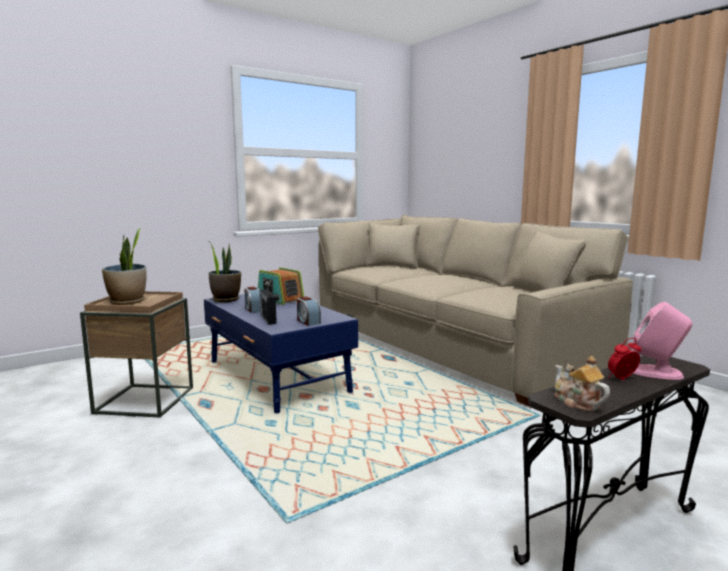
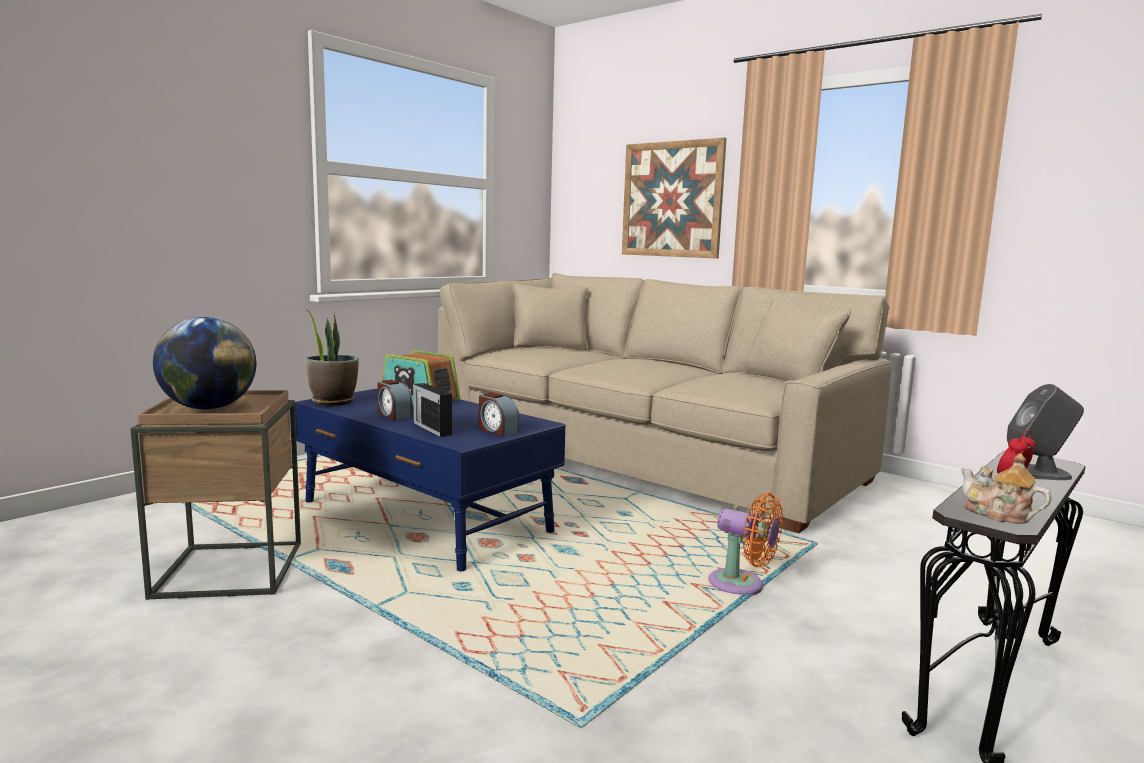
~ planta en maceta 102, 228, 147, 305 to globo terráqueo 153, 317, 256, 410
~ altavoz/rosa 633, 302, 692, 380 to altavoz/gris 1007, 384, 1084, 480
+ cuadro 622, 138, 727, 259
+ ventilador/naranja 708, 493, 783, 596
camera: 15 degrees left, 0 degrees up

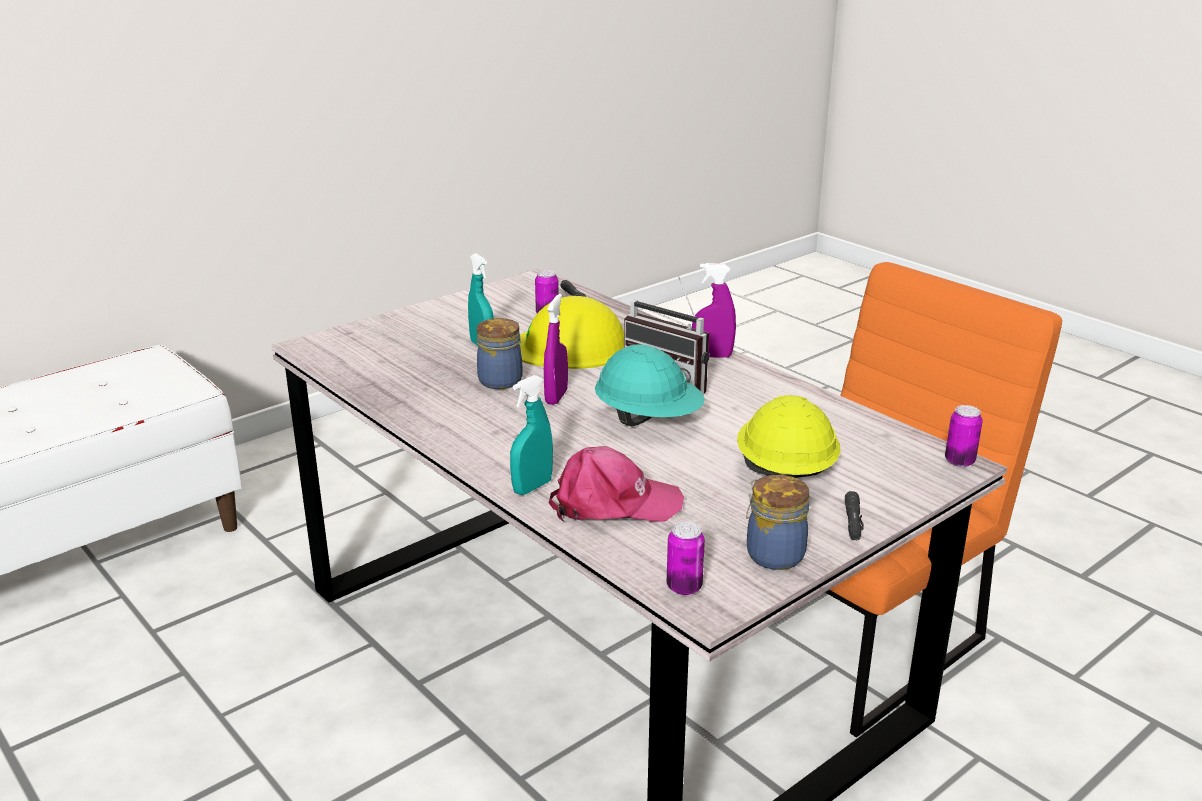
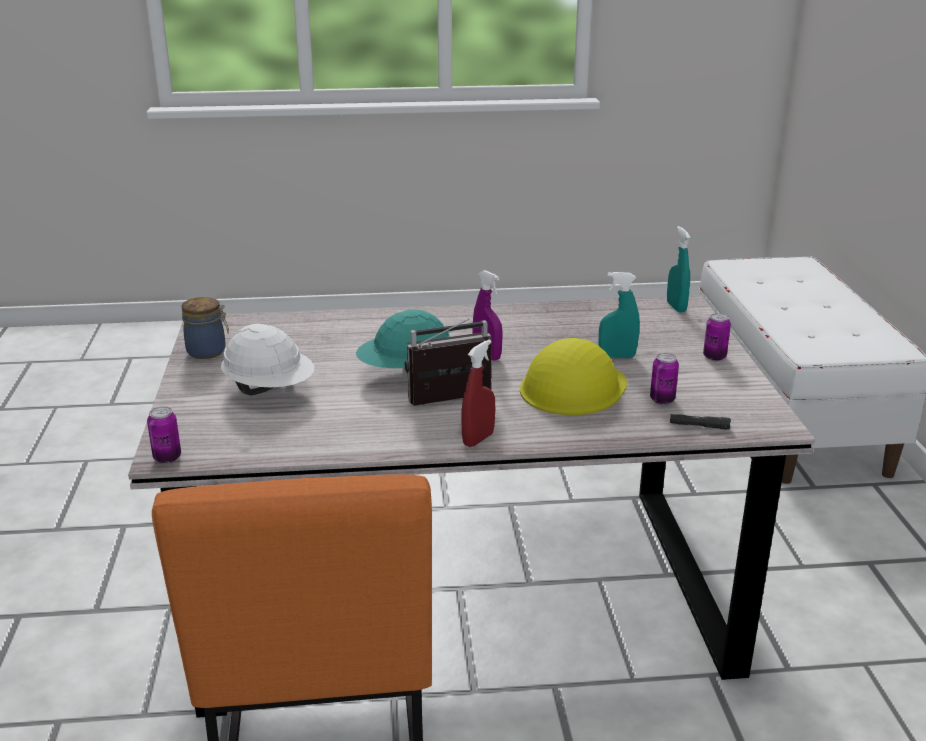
~ pulverizador/morado 692, 263, 736, 358 to pulverizador/rojo 461, 340, 495, 447
- tarro 477, 318, 523, 389
~ pulverizador/turquesa 510, 375, 553, 495 to 667, 226, 690, 313
~ casco/amarillo 737, 395, 841, 478 to casco/blanco 221, 323, 314, 396
- gorra/rosa 549, 446, 684, 522
- linterna/negro 845, 491, 864, 540
~ lata 667, 522, 705, 595 to 703, 313, 731, 361
camera: 125 degrees right, 0 degrees up

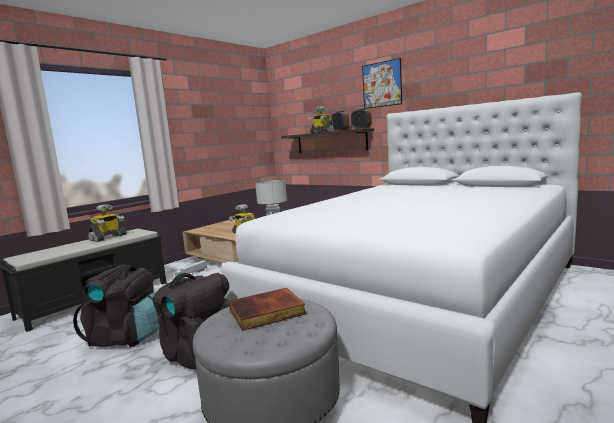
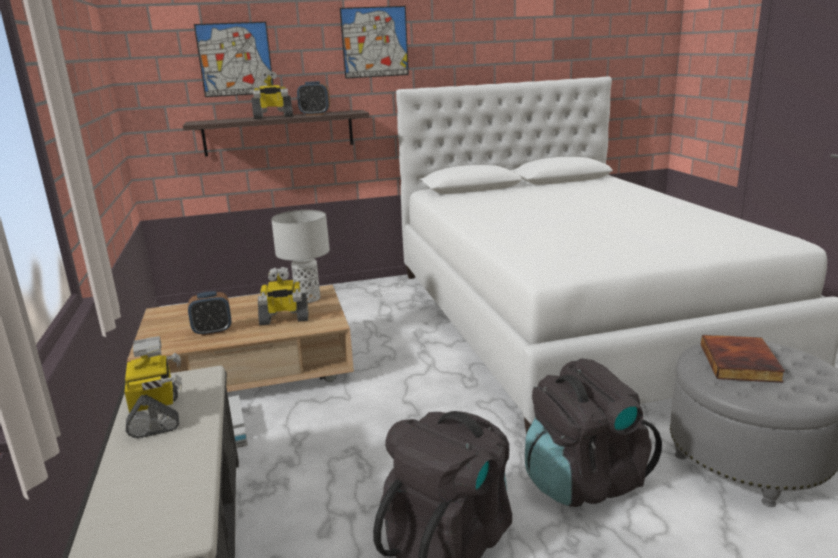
~ despertador 351, 109, 372, 129 to 188, 291, 231, 336
+ cuadro 194, 22, 274, 97
camera: 55 degrees left, 10 degrees up

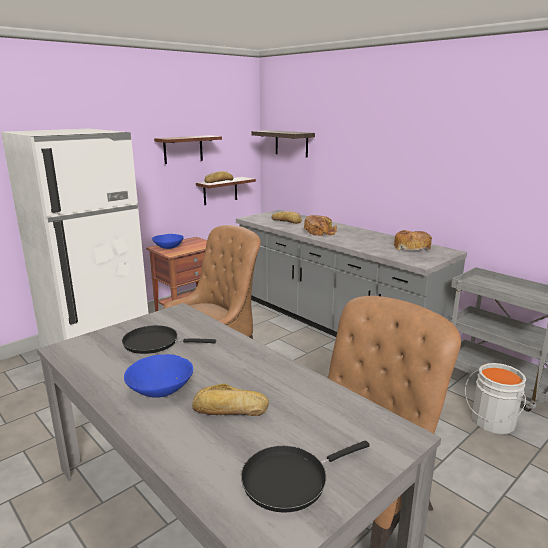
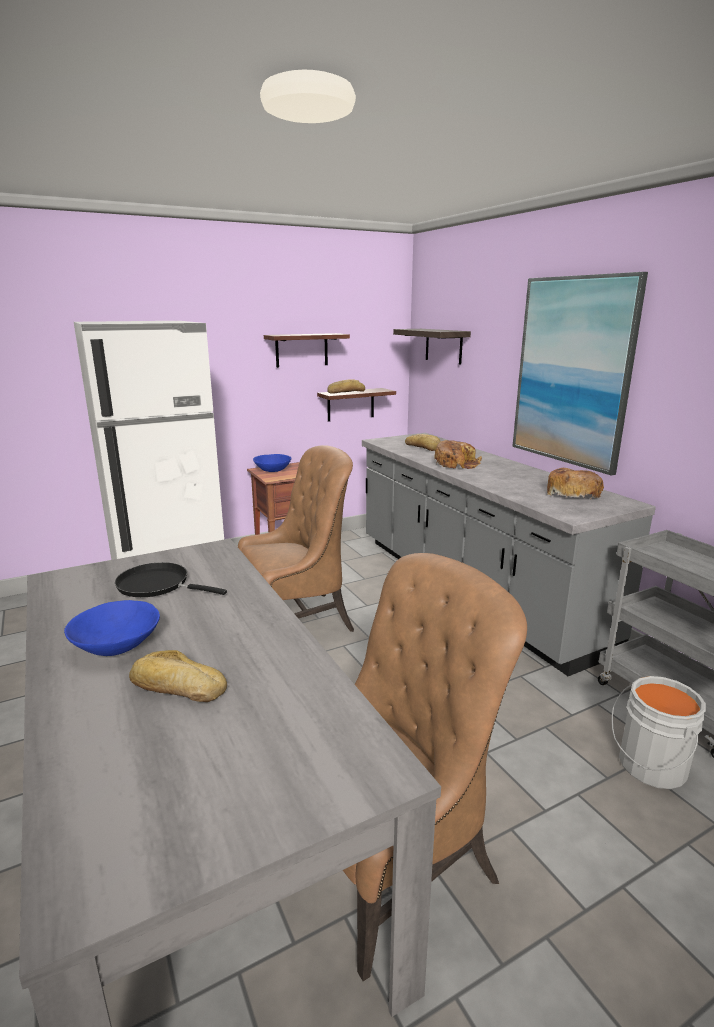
- sartén/negro 241, 440, 370, 513
+ cuadro 512, 272, 648, 475
camera: 15 degrees right, 0 degrees up

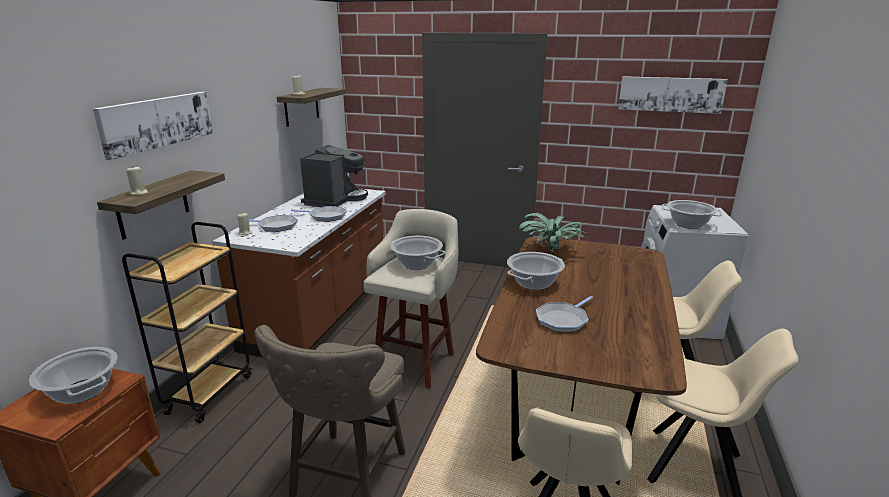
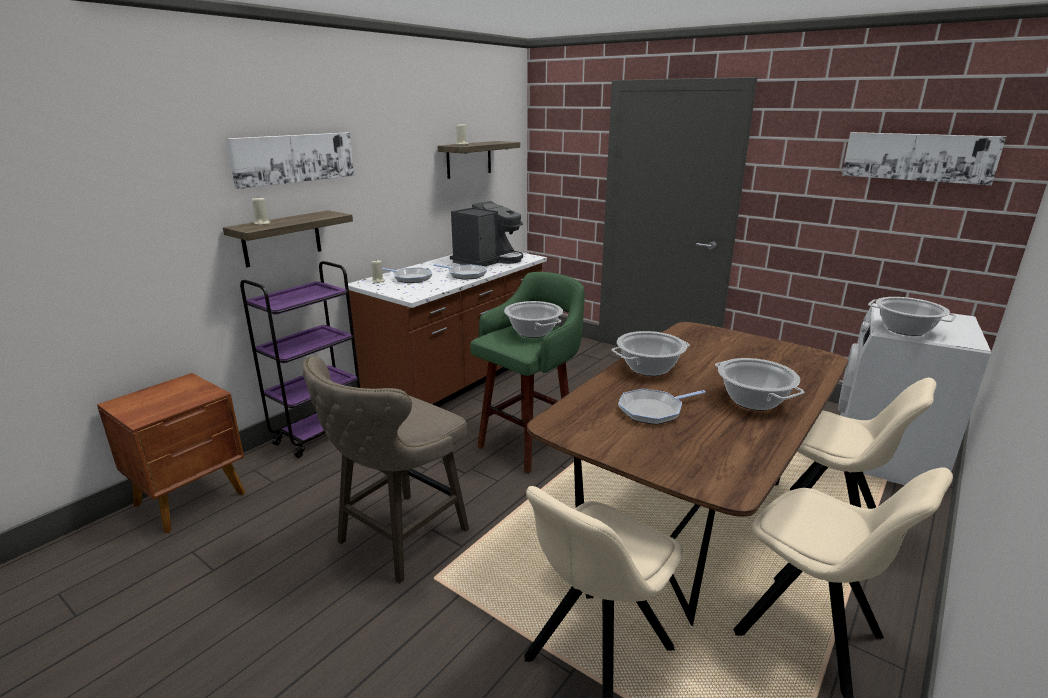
~ taburete/beis 364, 209, 458, 389 to taburete/verde 470, 272, 585, 474
- planta en maceta 519, 213, 589, 254
~ carrito/marrón 122, 222, 253, 423 to carrito/morado 240, 261, 360, 458
~ olla 29, 347, 117, 404 to 715, 358, 805, 410
camera: 20 degrees right, 0 degrees up

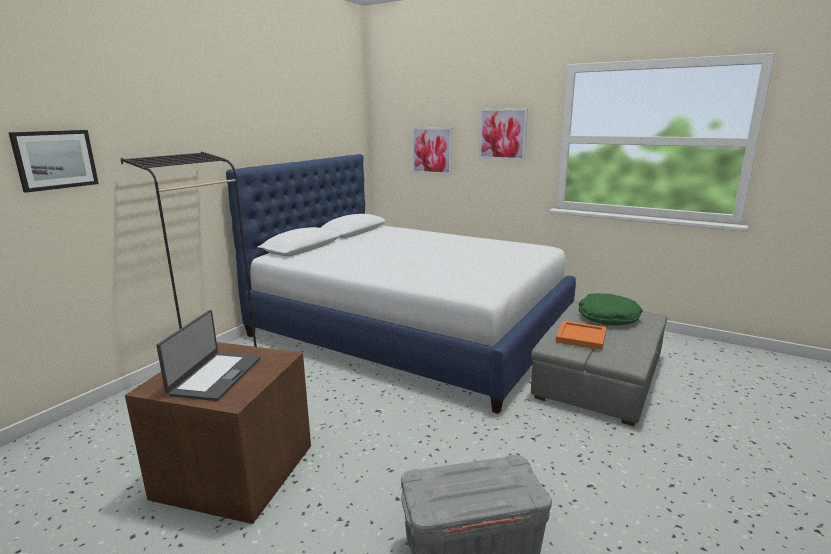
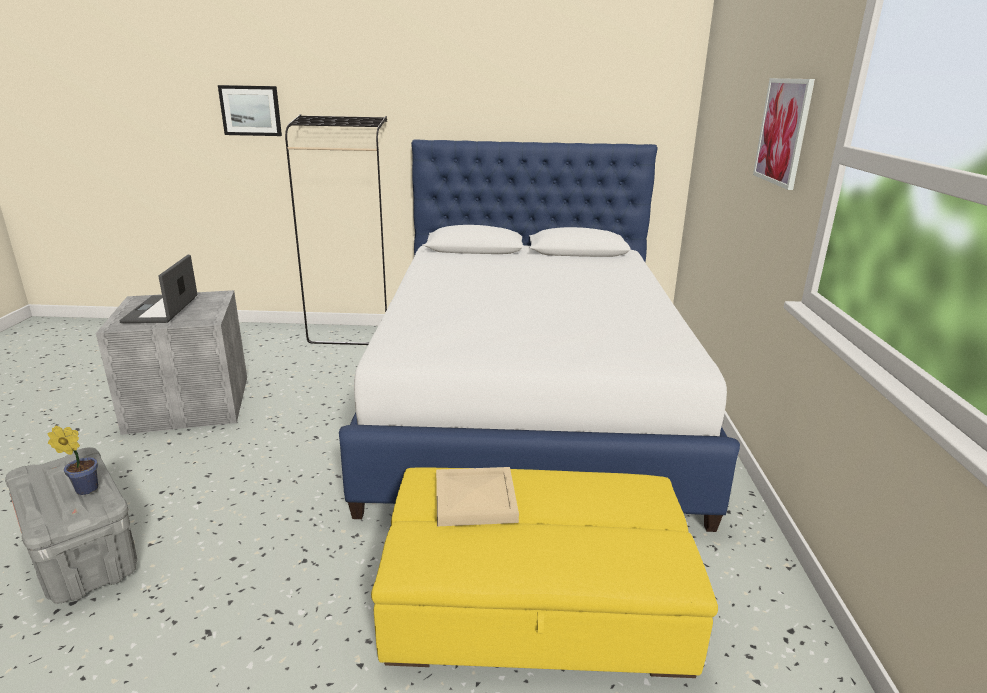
- cuadro 412, 127, 452, 175
- cojín/verde 579, 293, 643, 325
~ puf/gris 531, 300, 667, 426 to puf/amarillo 371, 467, 718, 678
~ portátil 156, 310, 261, 401 = 120, 255, 198, 323 105 degrees clockwise
~ bandeja/naranja 556, 321, 607, 350 to bandeja/beis 436, 467, 519, 527
~ caja de almacenaje/marrón 125, 342, 311, 524 to caja de almacenaje/gris 96, 290, 247, 435
+ planta en maceta 47, 426, 98, 495
camera: 60 degrees right, 5 degrees up

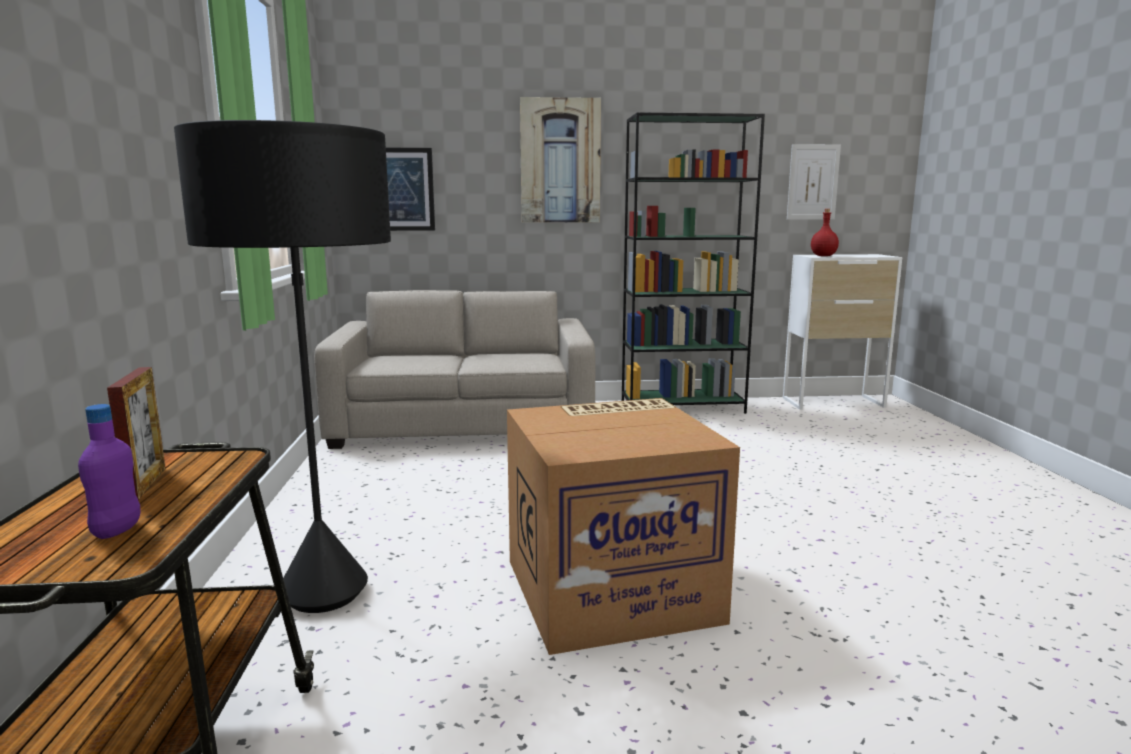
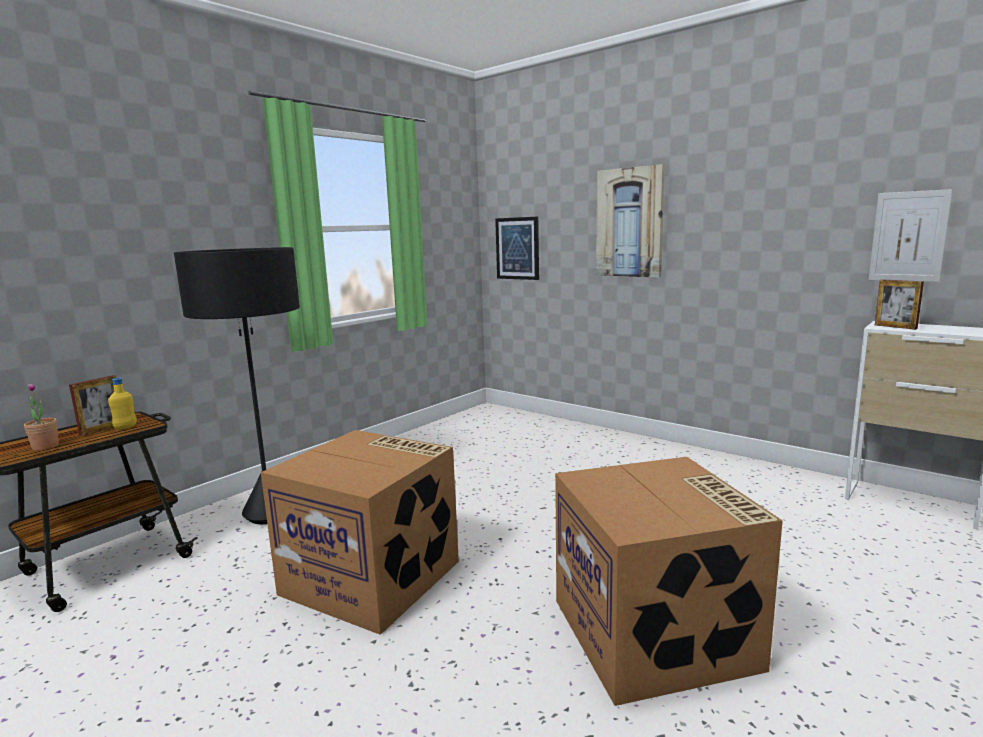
- estantería/verde 622, 112, 765, 414
~ botella/rojo 811, 209, 839, 256 to portarretratos 875, 279, 924, 330
- sofá/beis 314, 290, 595, 449
~ botella/morado 78, 404, 141, 539 to planta en maceta 24, 383, 59, 451
+ botella/amarillo 108, 378, 137, 430
+ caja de cartón 555, 457, 783, 706
camera: 45 degrees right, 0 degrees up

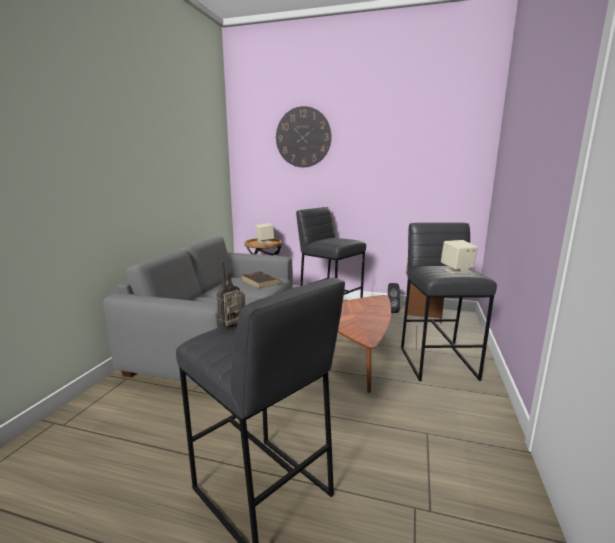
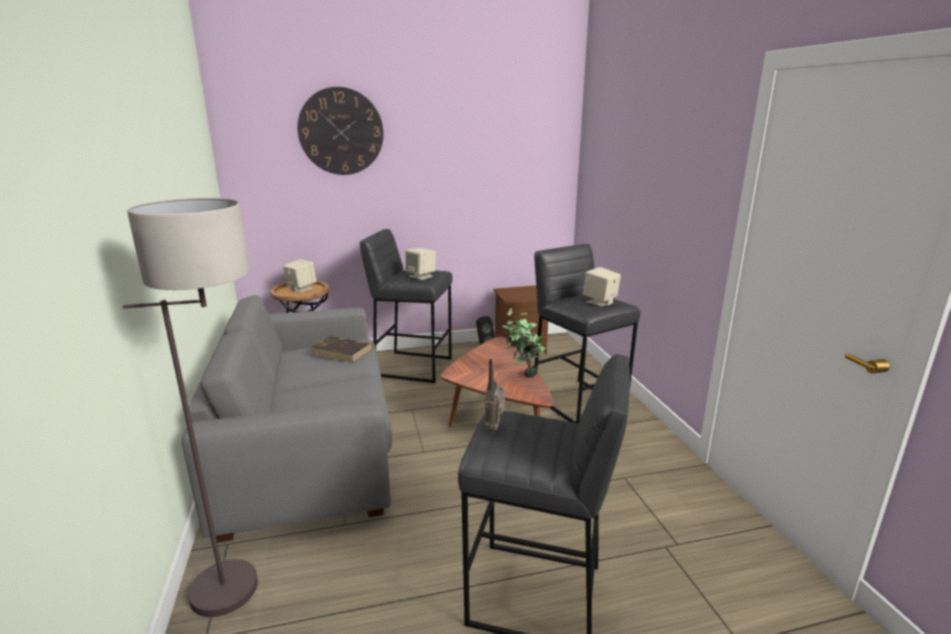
+ lámpara de pie/gris 123, 198, 258, 617
+ altavoz/beis 405, 248, 436, 280
+ planta en maceta 502, 308, 546, 378
camera: 30 degrees left, 5 degrees up

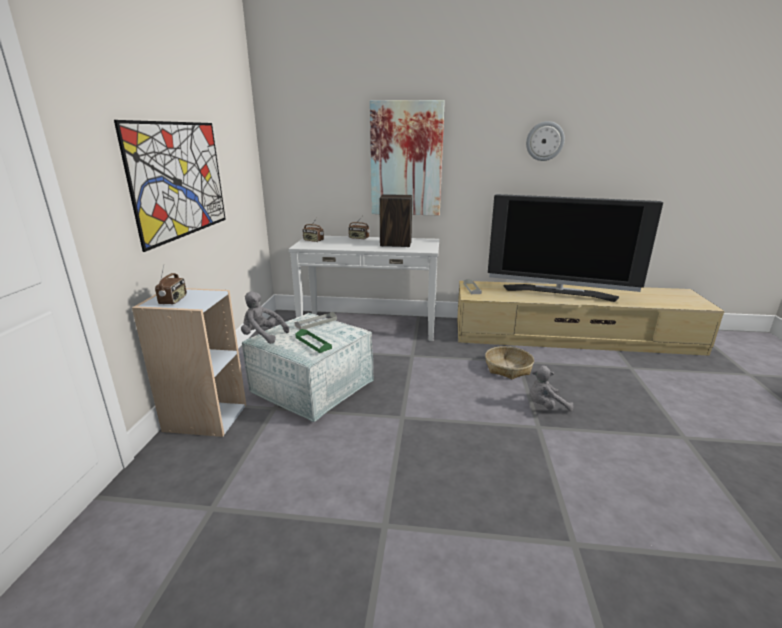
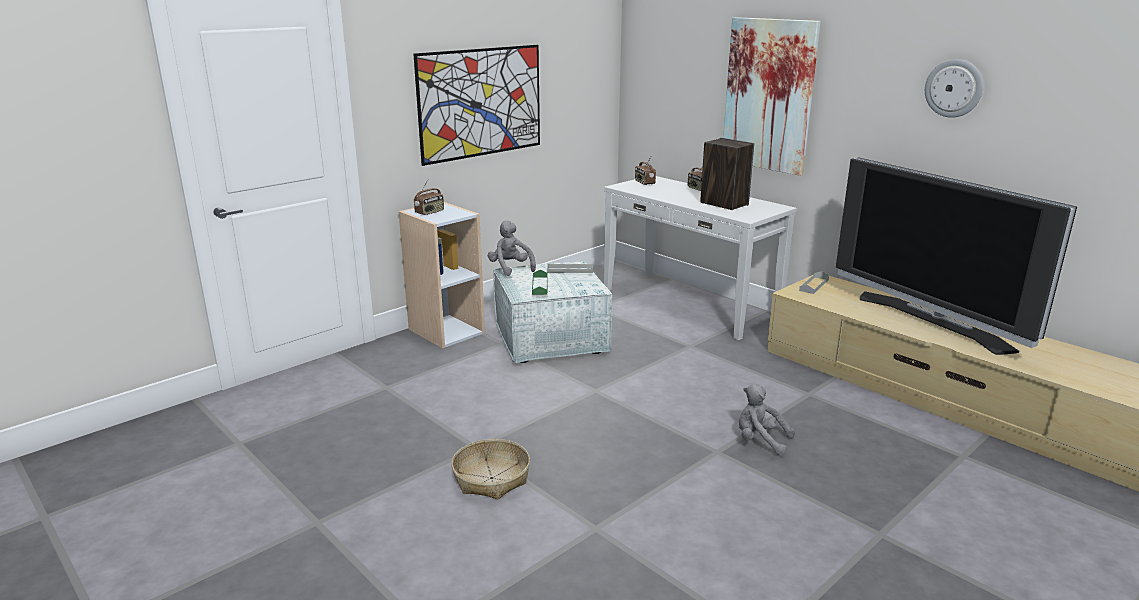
~ cesta 485, 346, 534, 379 to 451, 439, 530, 499
camera: 40 degrees right, 0 degrees up

